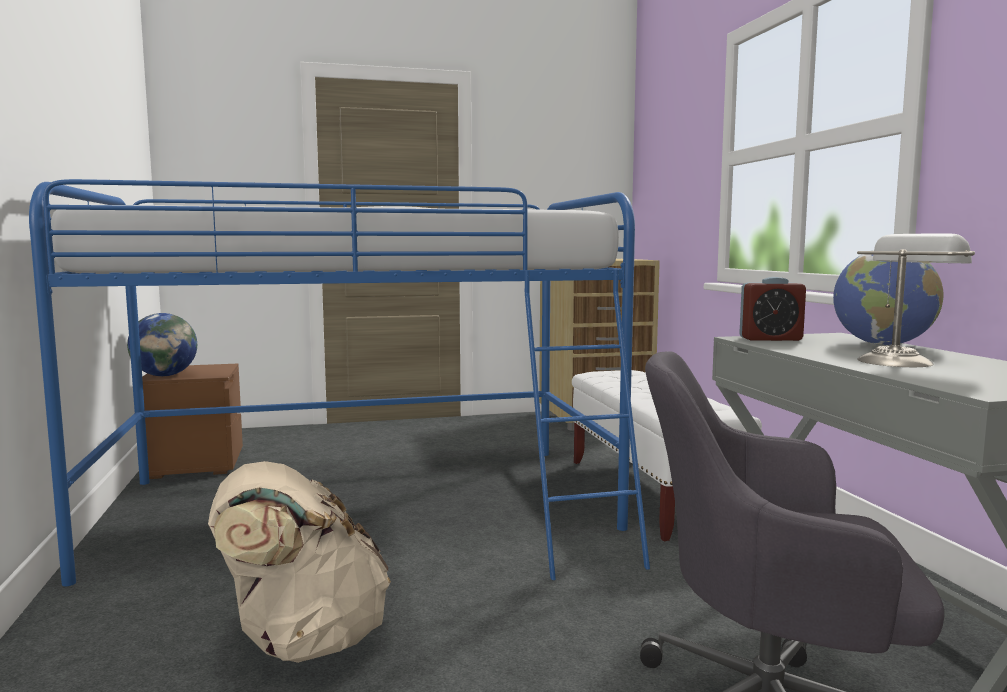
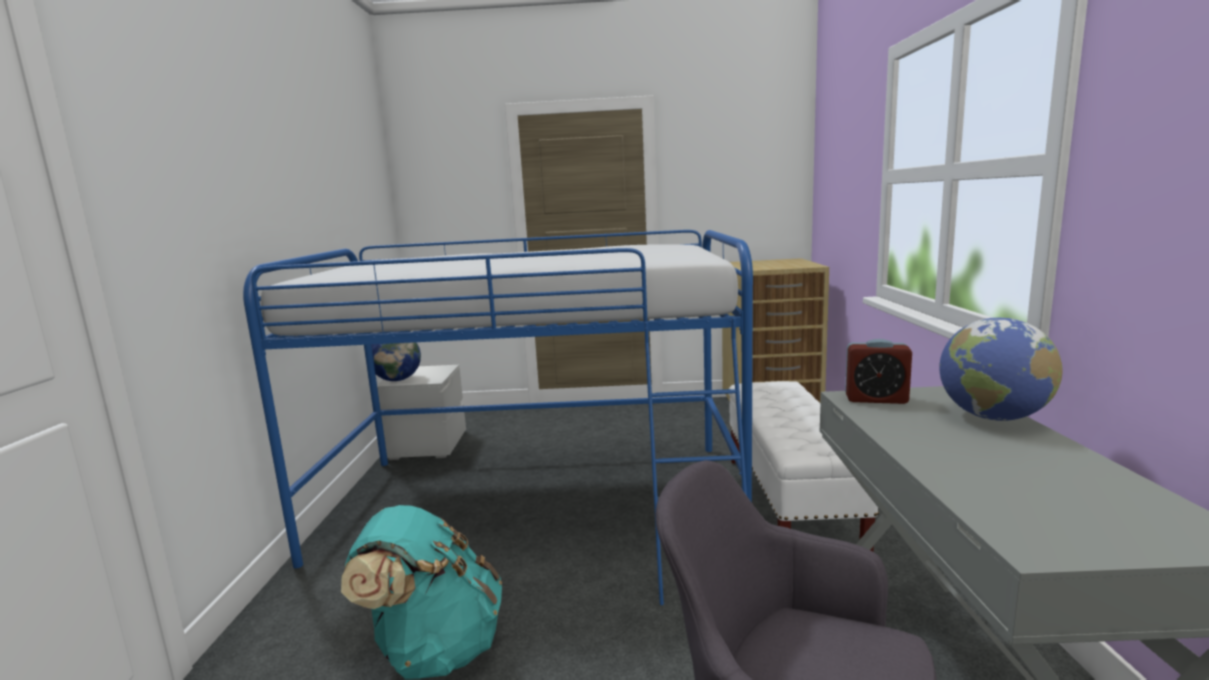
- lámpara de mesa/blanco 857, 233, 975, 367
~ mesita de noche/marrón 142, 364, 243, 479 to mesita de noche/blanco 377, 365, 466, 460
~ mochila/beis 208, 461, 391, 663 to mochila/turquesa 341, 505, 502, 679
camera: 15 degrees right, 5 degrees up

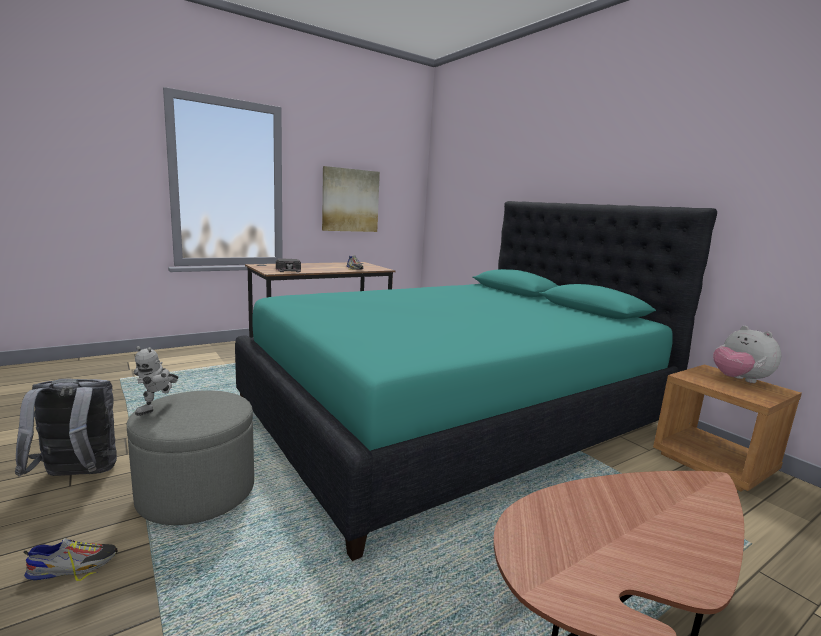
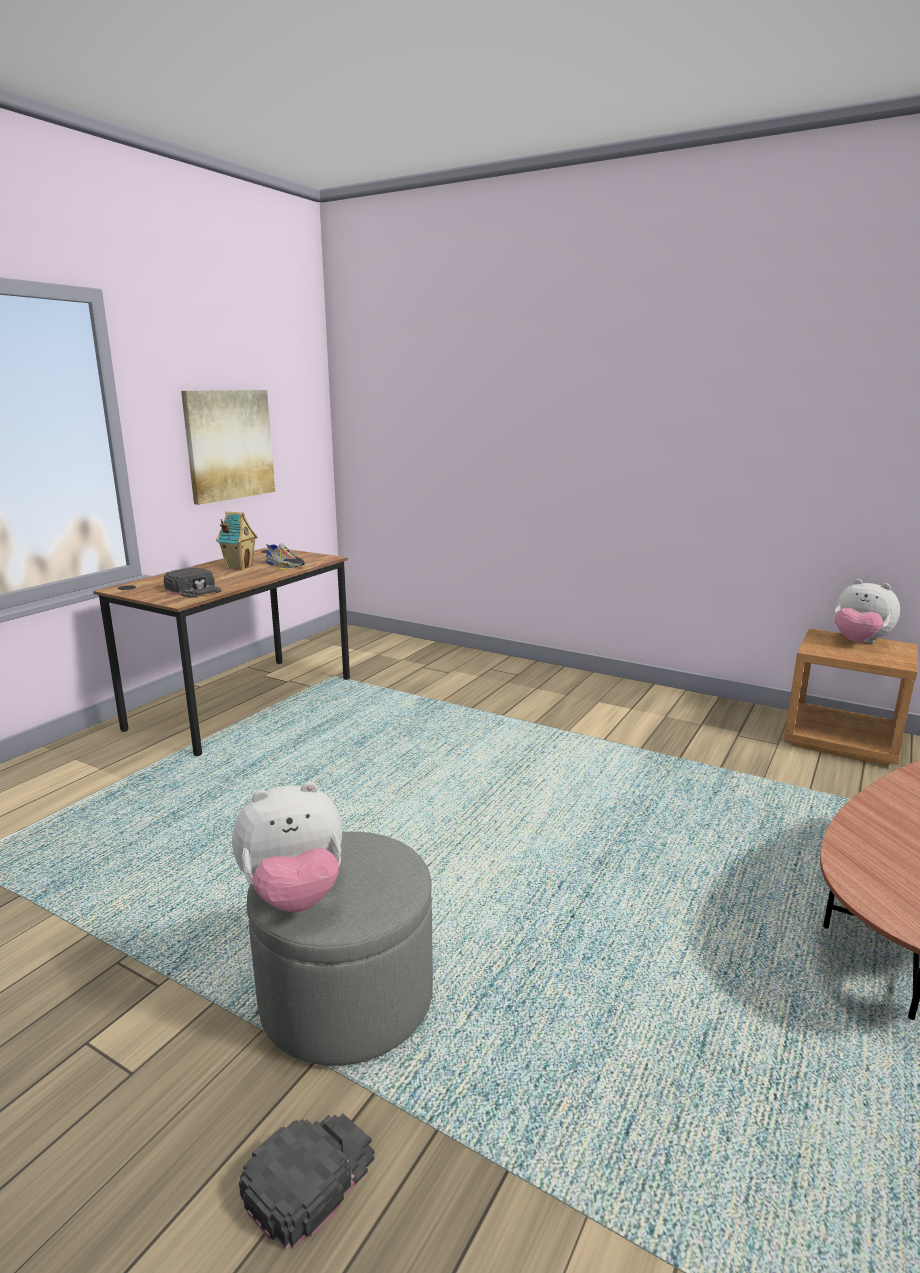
- cama/turquesa 235, 201, 717, 561
~ robot de juguete 134, 346, 178, 415 to peluche 232, 782, 342, 912
- mochila/gris 15, 379, 117, 477
~ zapato 24, 538, 117, 581 to gorra/negro 239, 1114, 375, 1250
+ casita 216, 511, 258, 570
camera: 25 degrees left, 5 degrees up

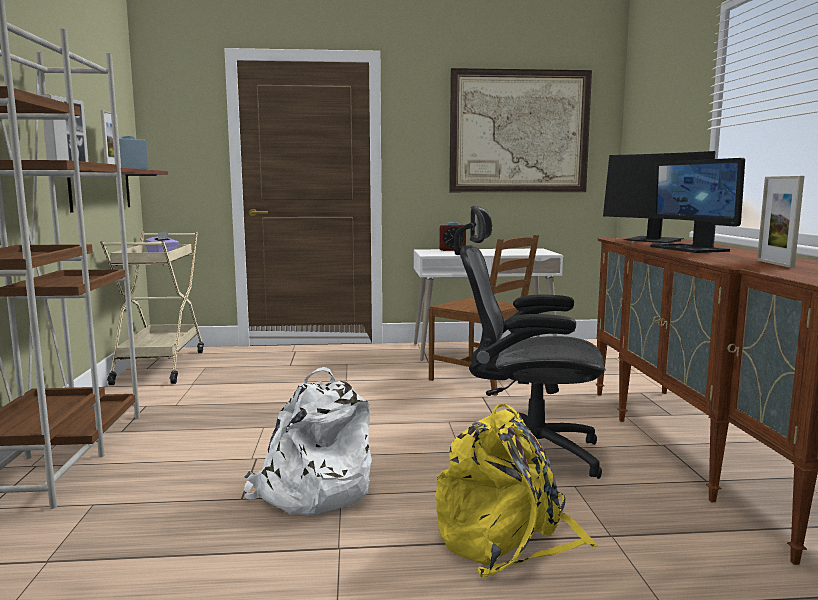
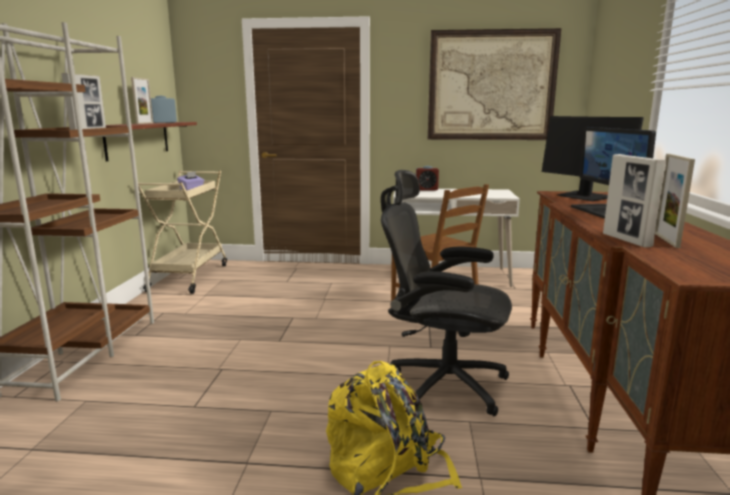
- mochila/blanco 244, 367, 372, 516
+ portarretratos 603, 154, 667, 247
camera: 10 degrees right, 5 degrees up

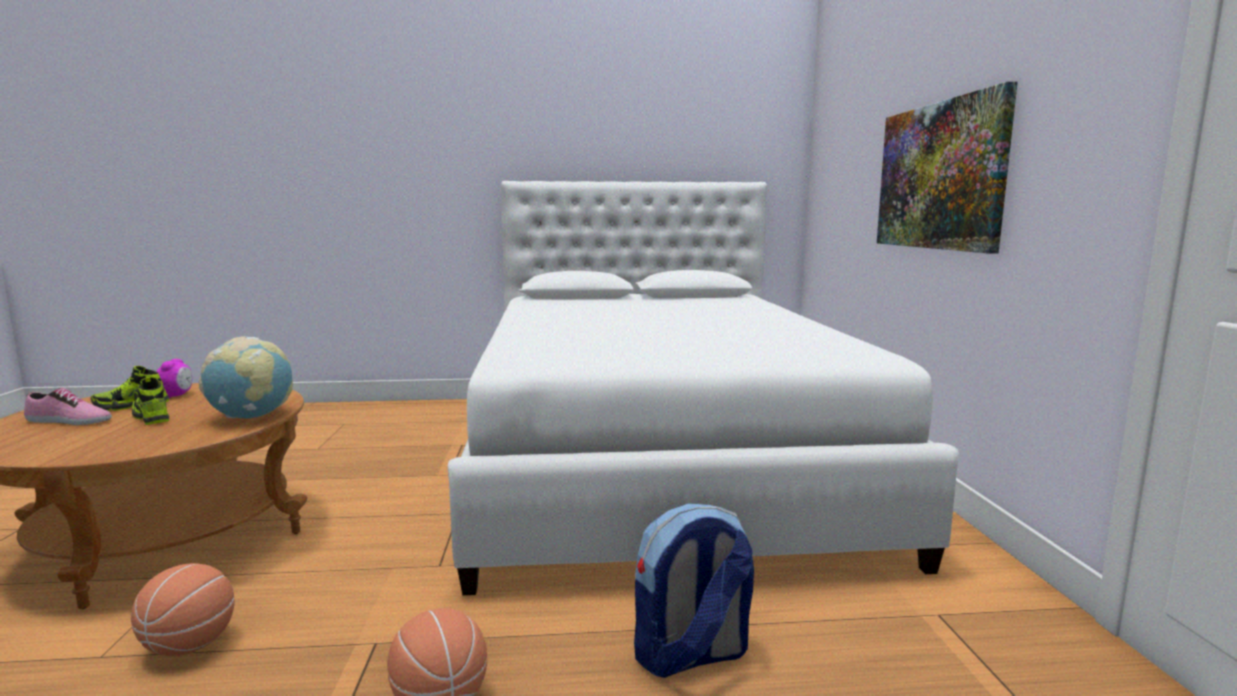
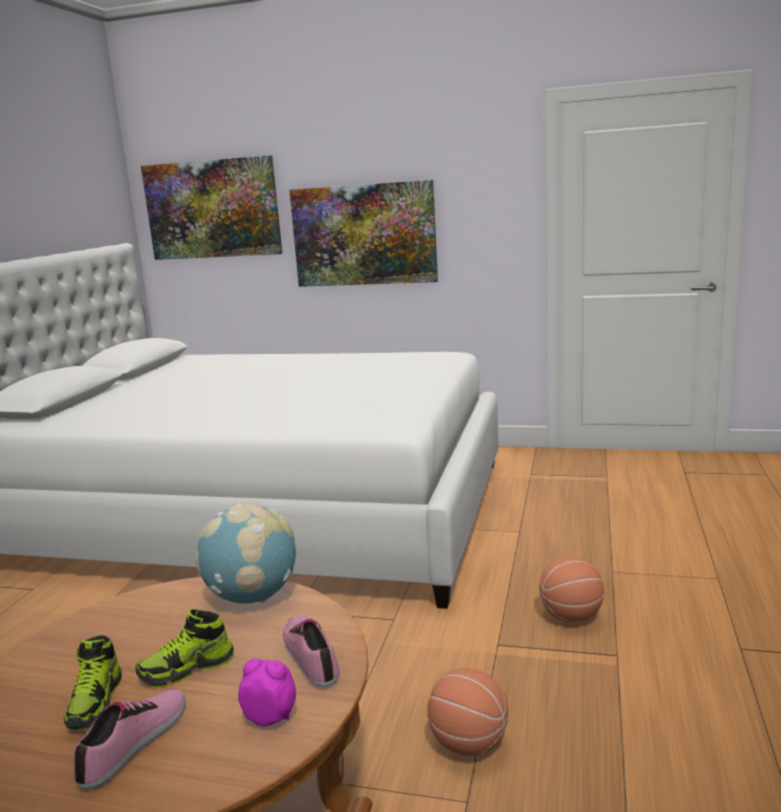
~ despertador 157, 359, 192, 398 to 238, 658, 296, 726
- mochila 634, 503, 754, 678
+ cuadro 141, 155, 282, 260
+ zapato 283, 615, 340, 688
camera: 70 degrees left, 5 degrees up

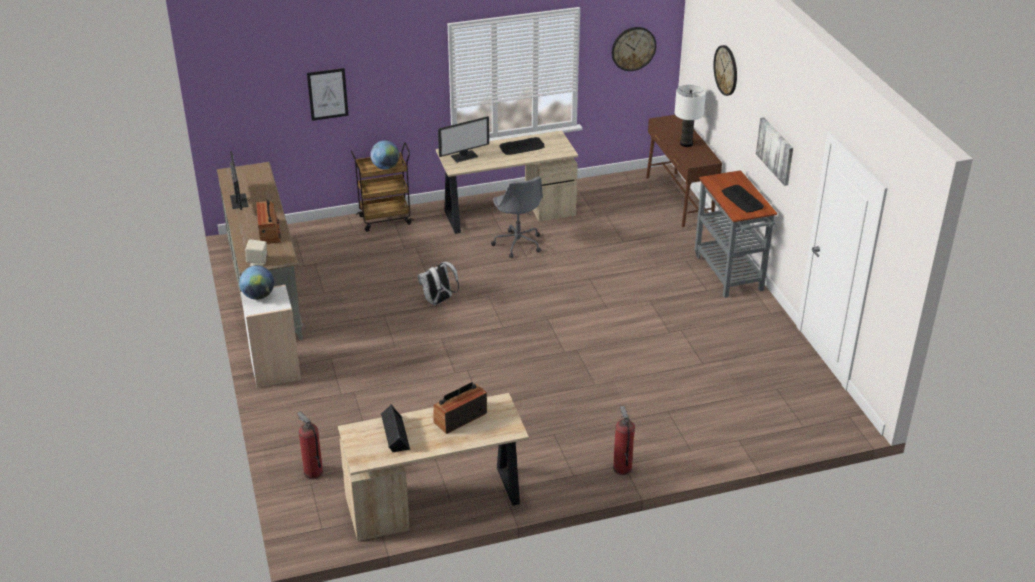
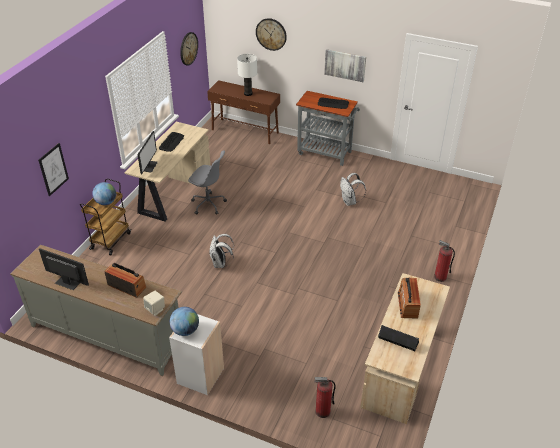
+ mochila/blanco 340, 173, 366, 206
camera: 50 degrees left, 5 degrees up

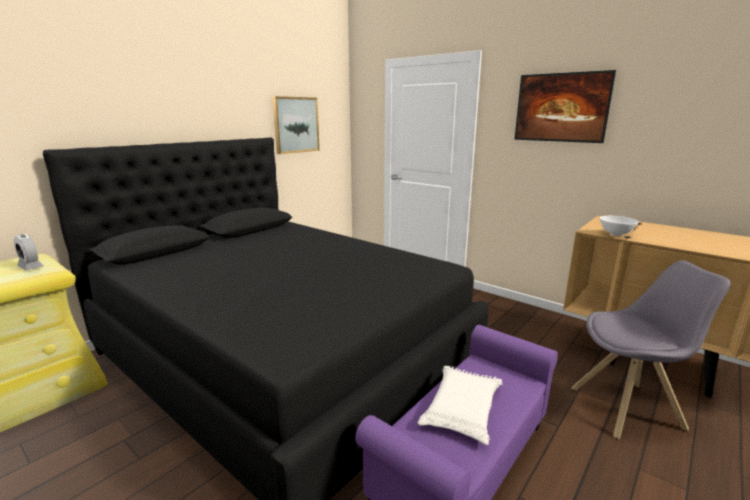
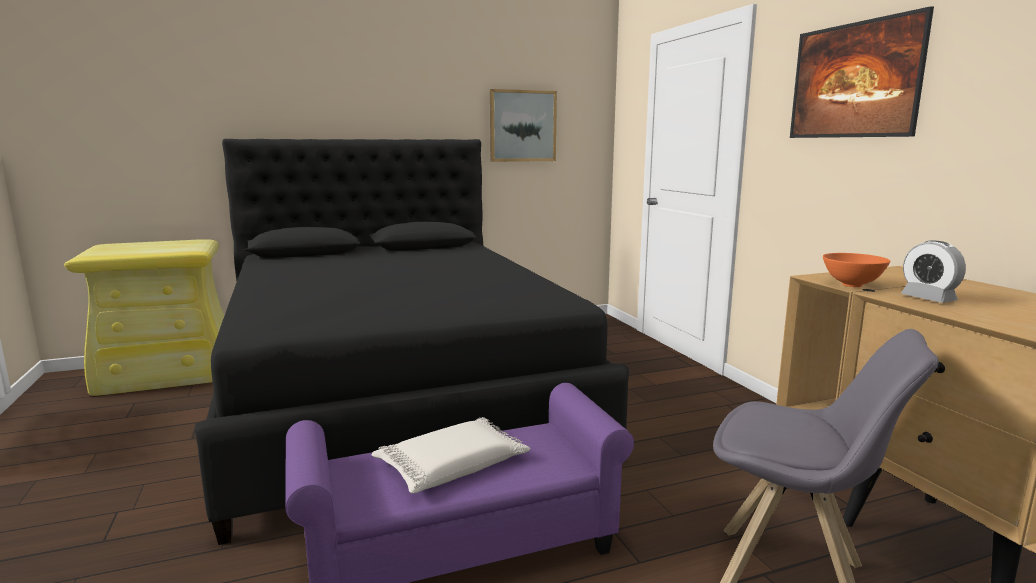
~ cuenco/blanco 600, 216, 638, 236 to cuenco/naranja 823, 253, 890, 287
~ despertador 14, 234, 43, 270 to 901, 241, 966, 303
camera: 30 degrees right, 5 degrees down

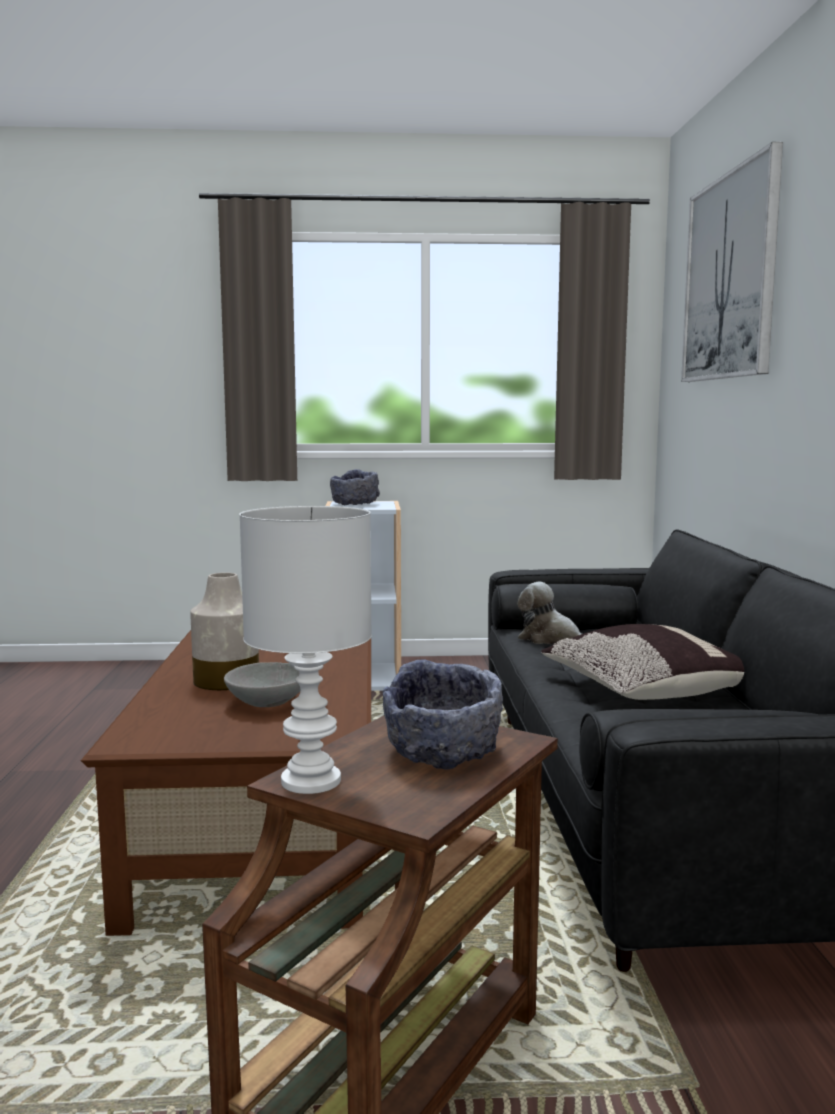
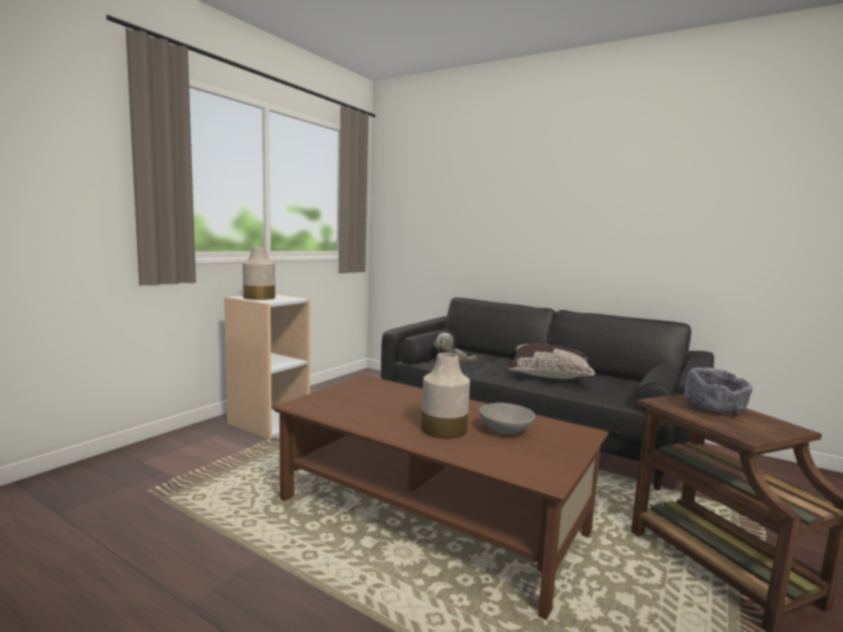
- cuadro 681, 142, 783, 382
~ cuenco/gris 330, 469, 380, 505 to florero/beis 243, 247, 275, 300
- lámpara de mesa/blanco 239, 506, 372, 794
camera: 55 degrees left, 0 degrees up

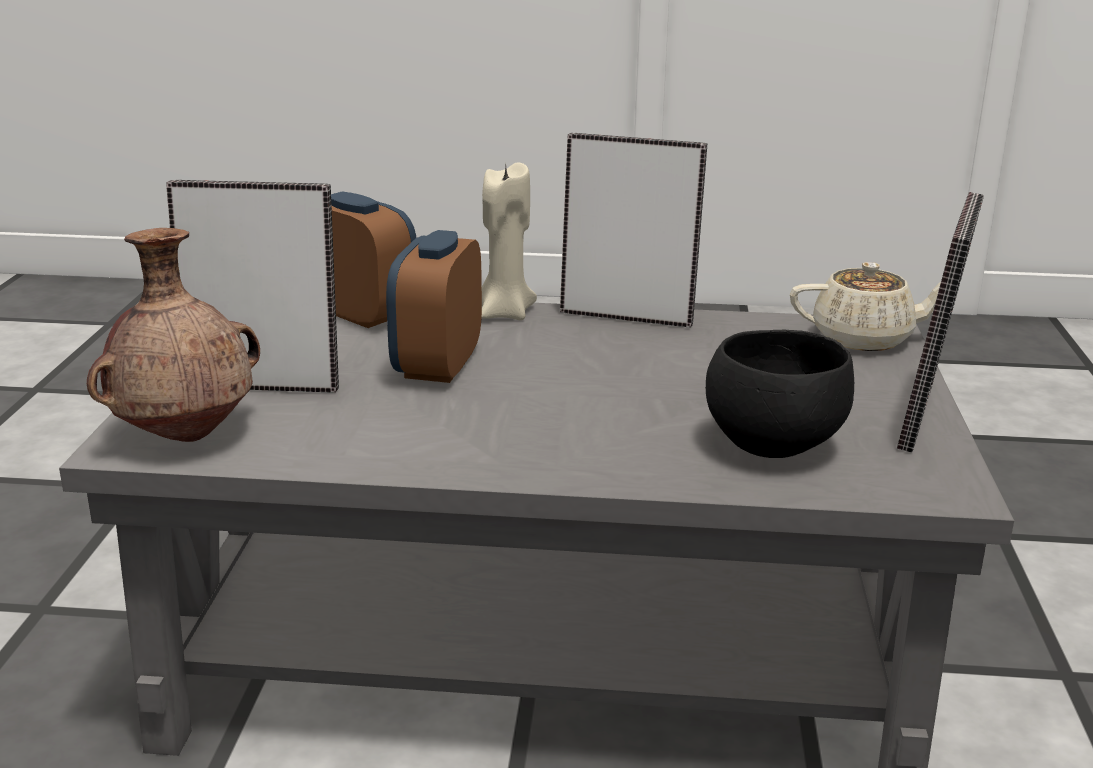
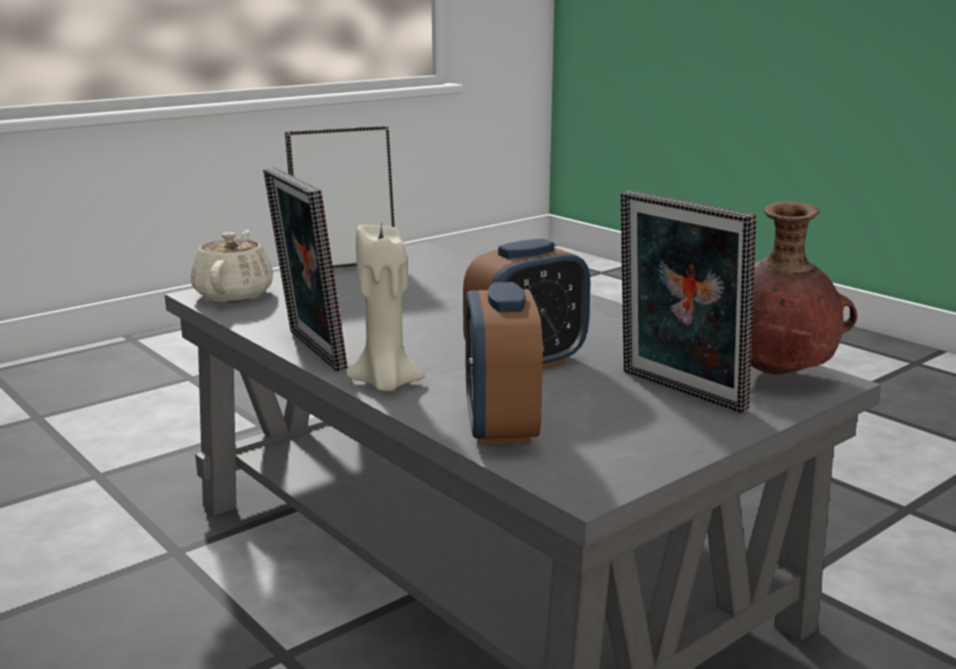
~ tetera/beis 790, 262, 941, 351 = 191, 230, 273, 302 45 degrees clockwise
- cuenco/negro 706, 330, 854, 458
camera: 135 degrees left, 5 degrees down

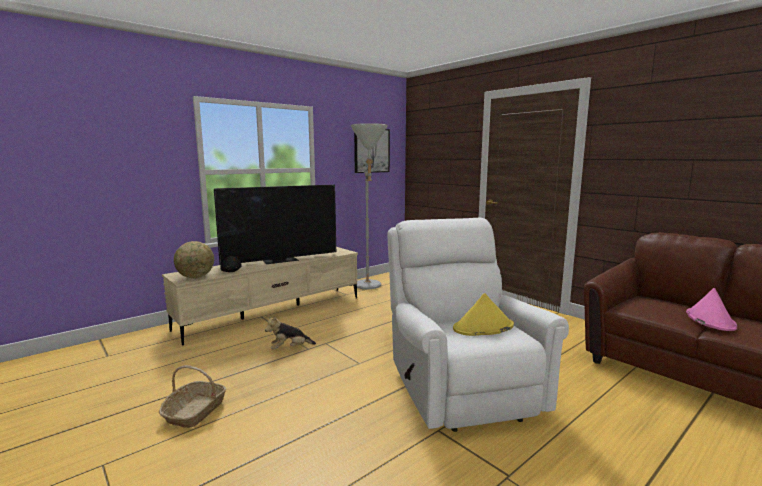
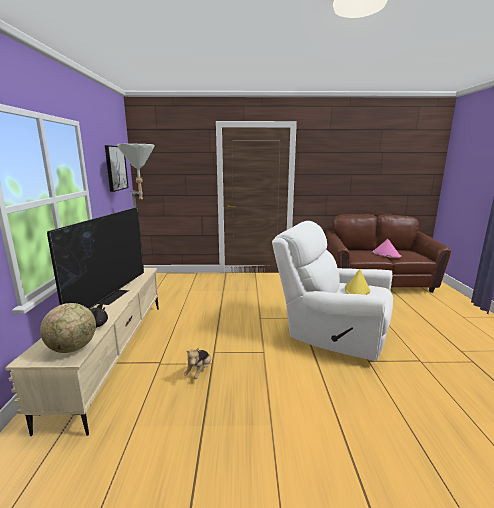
- cesta 159, 365, 226, 428
camera: 50 degrees left, 5 degrees up

